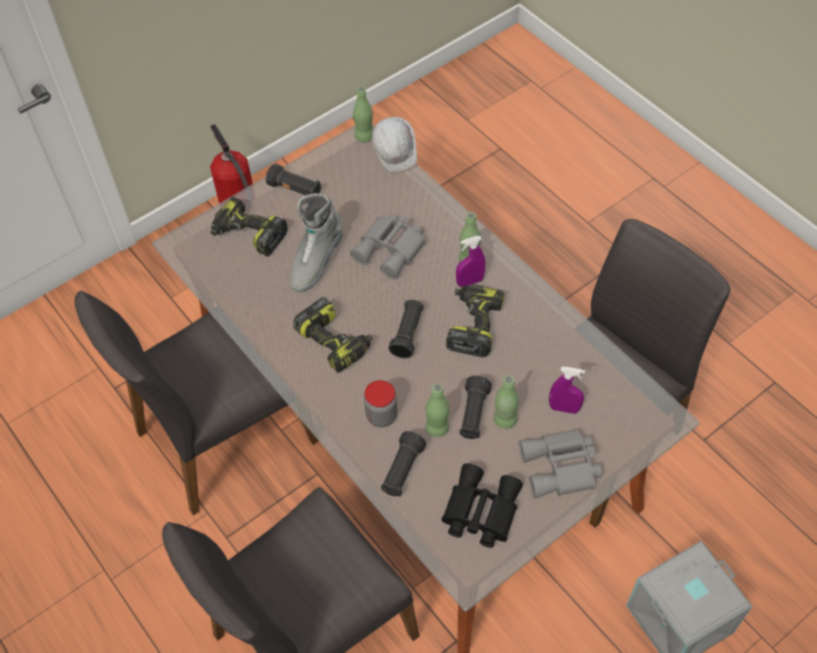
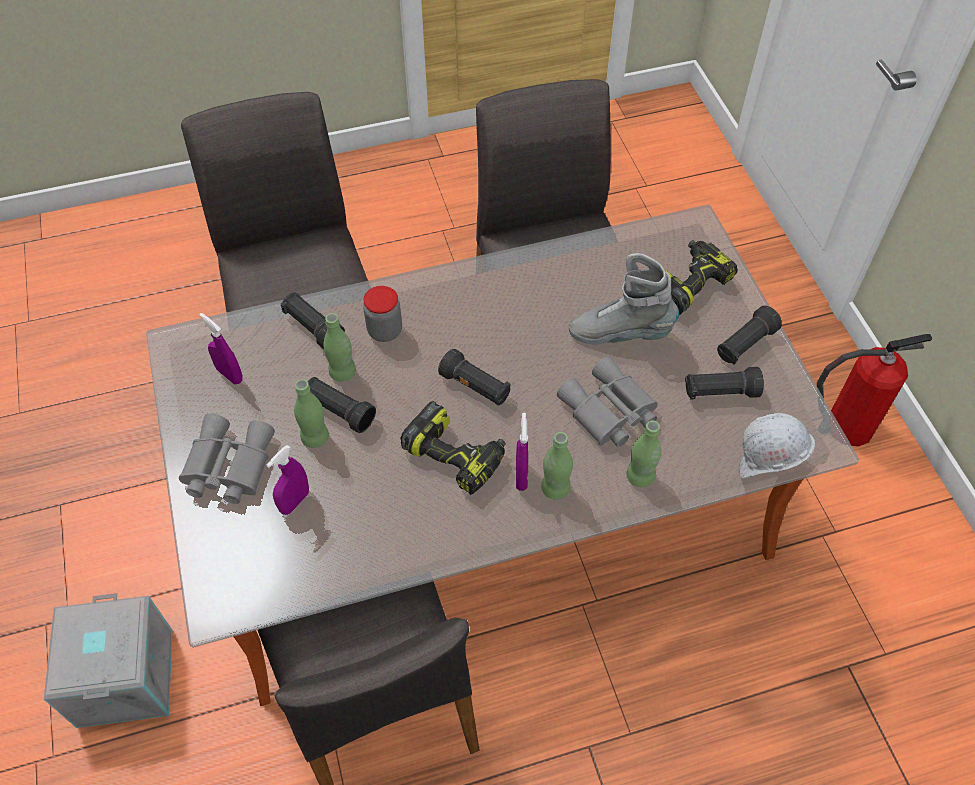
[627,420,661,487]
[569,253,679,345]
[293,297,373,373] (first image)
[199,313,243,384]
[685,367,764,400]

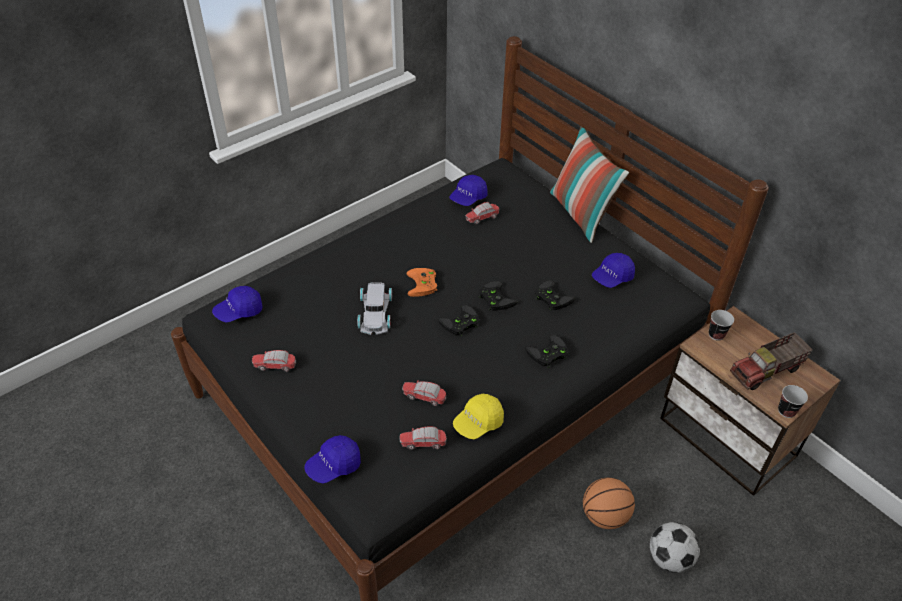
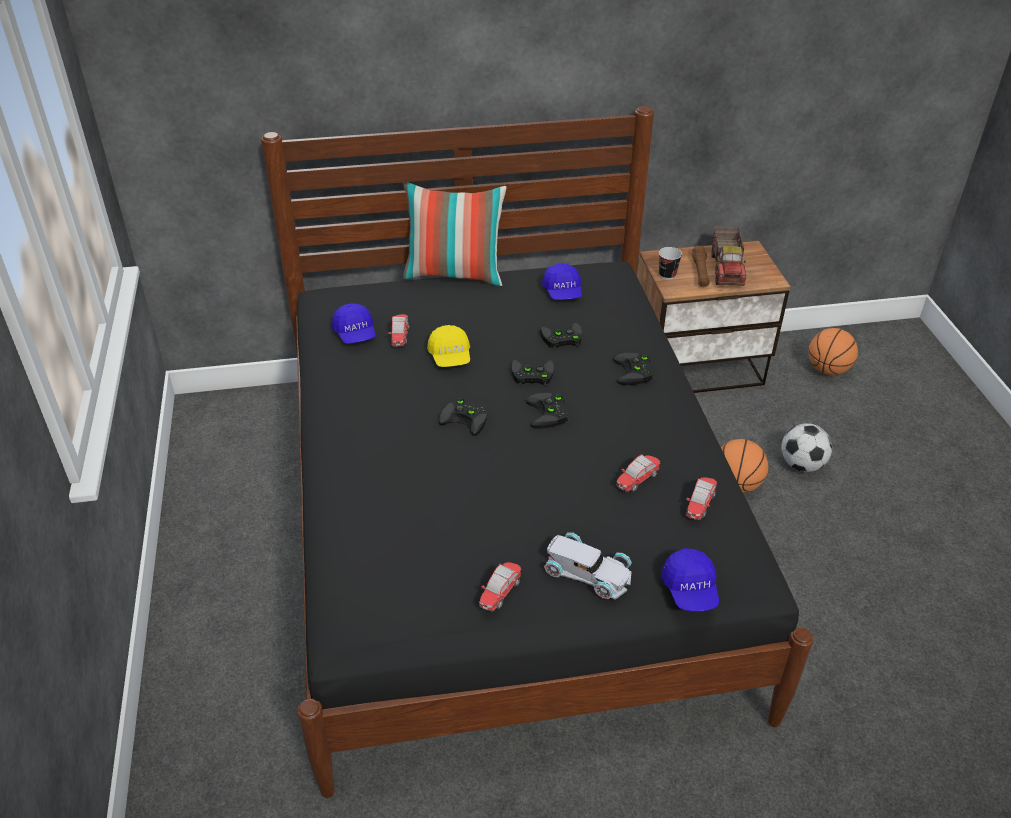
[438,398,488,436]
[544,532,632,600]
[212,286,263,322] (first image)
[778,385,808,418] (first image)
[427,325,470,367]
[692,245,710,287]
[808,328,858,375]

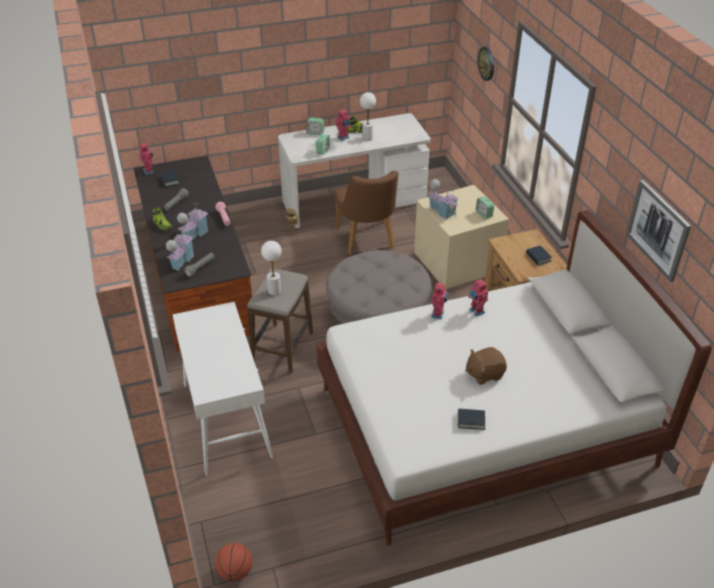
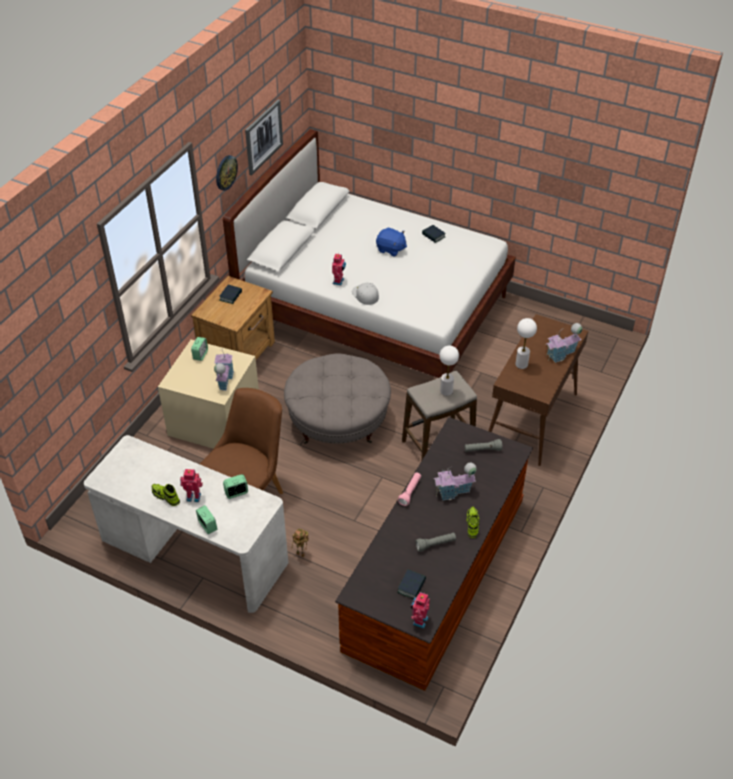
[216,155,238,191]
[515,318,537,369]
[546,323,582,363]
[352,283,379,305]
[489,314,588,466]
[376,228,407,257]
[215,543,252,582] (first image)

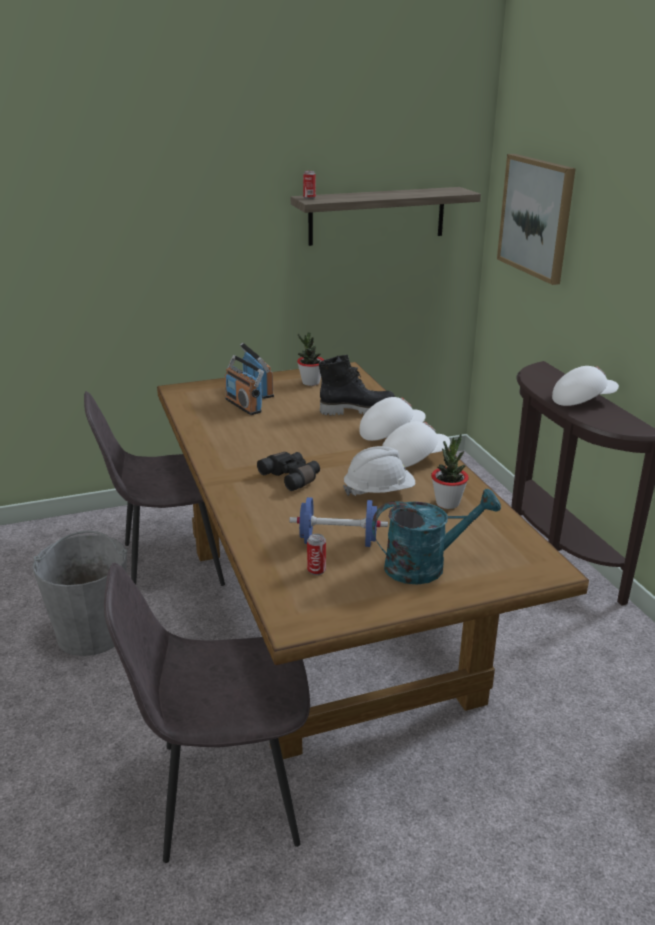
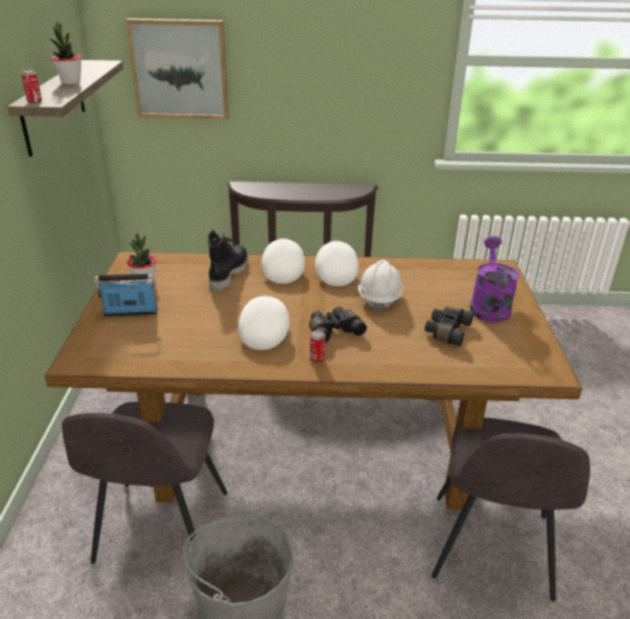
[225,355,264,415] (first image)
[238,295,290,350]
[49,21,82,85]
[470,236,519,322]
[425,307,474,346]
[310,330,326,363]

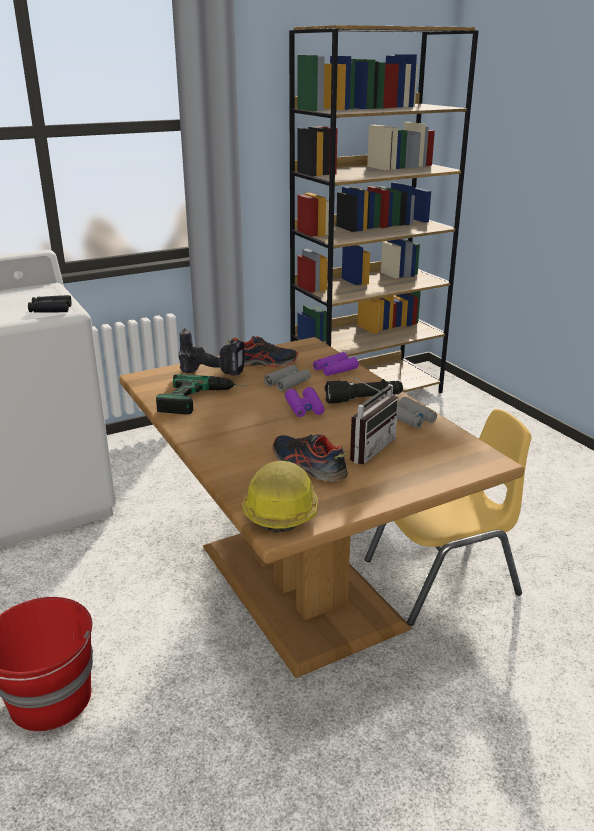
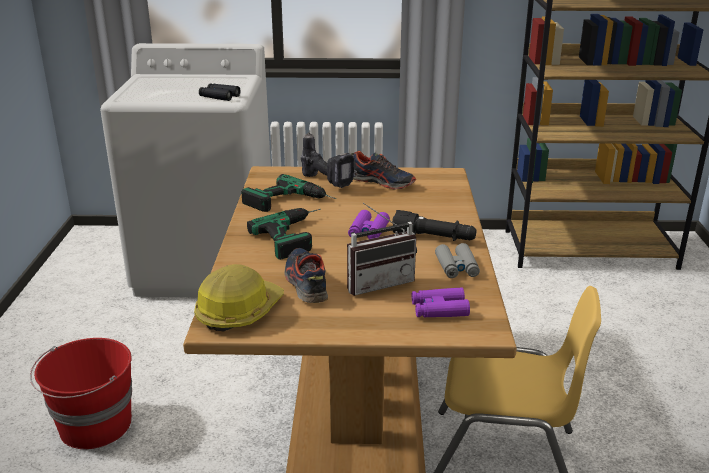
[411,287,470,318]
[264,365,311,391] (first image)
[247,208,321,260]

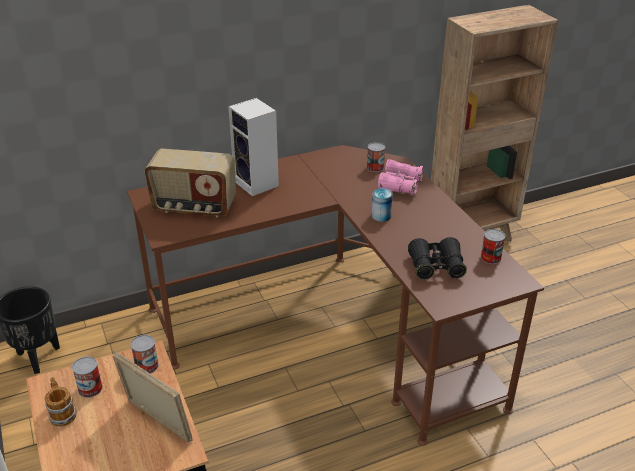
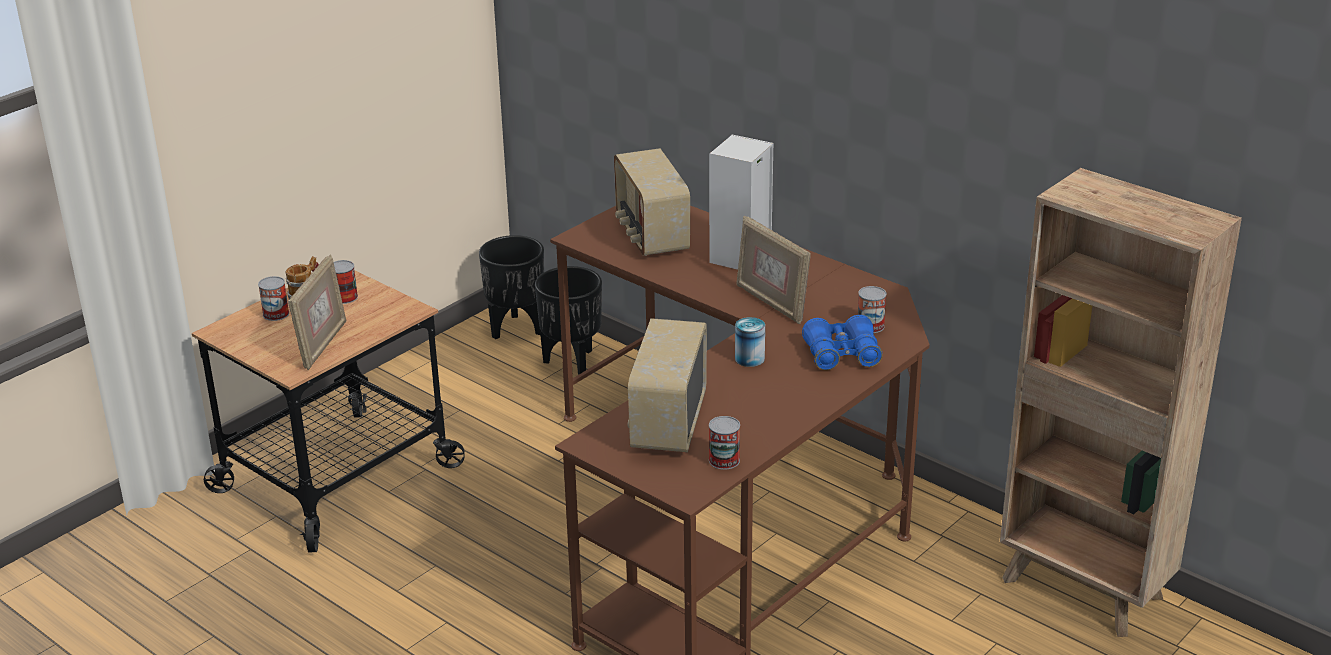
[802,315,883,370]
[628,318,707,452]
[258,276,289,321]
[736,216,811,324]
[535,266,602,375]

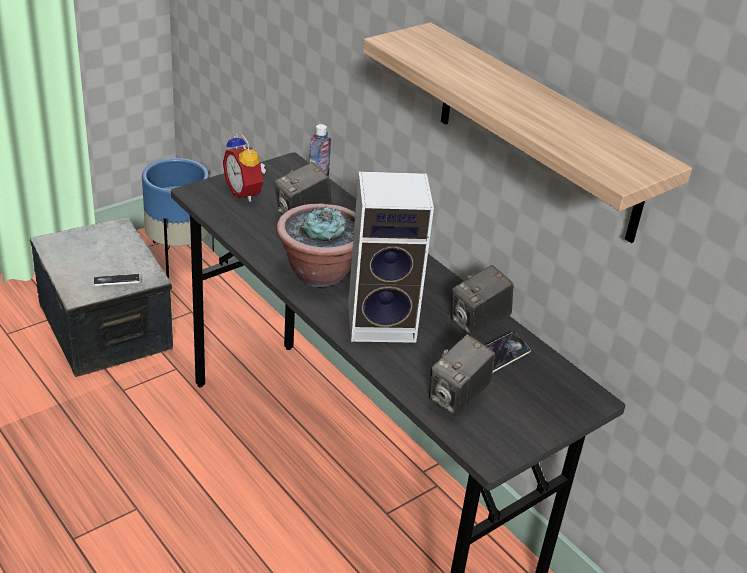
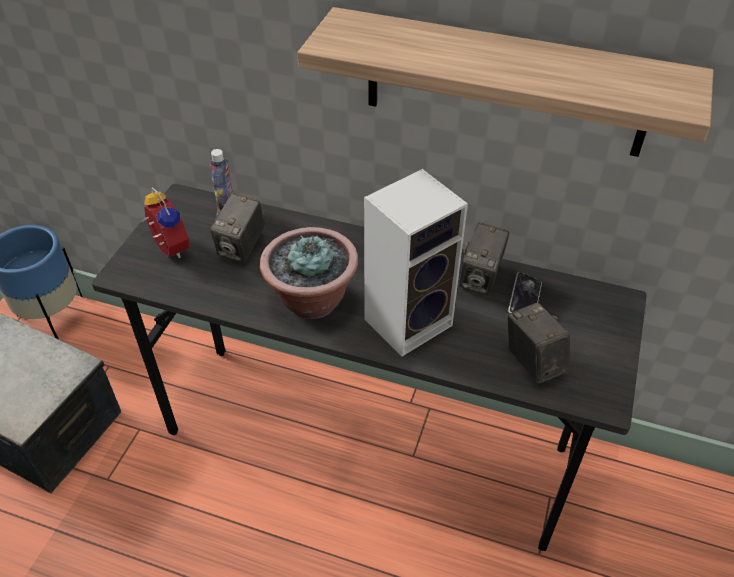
[141,187,189,258]
[93,274,140,286] (first image)
[507,303,570,384]

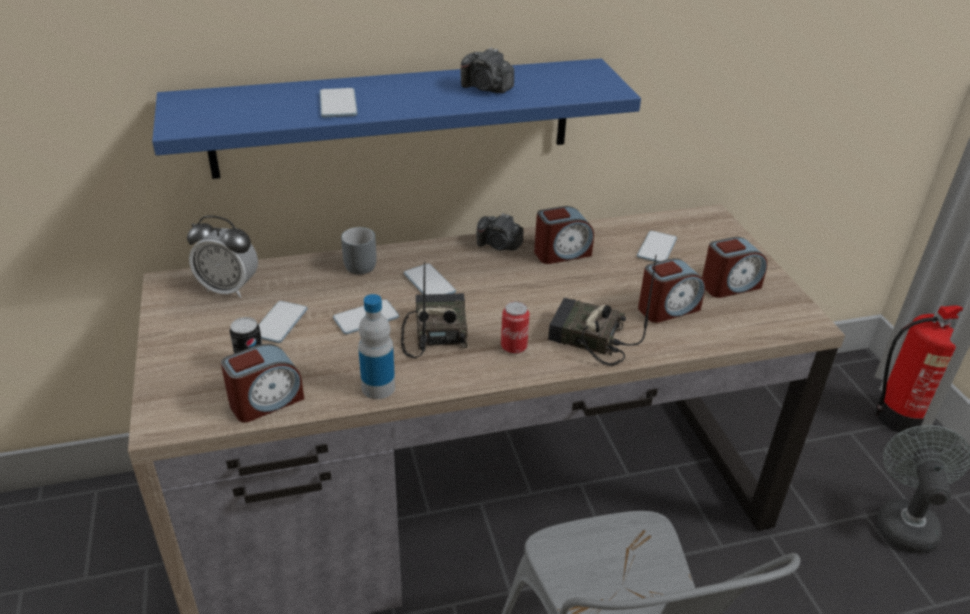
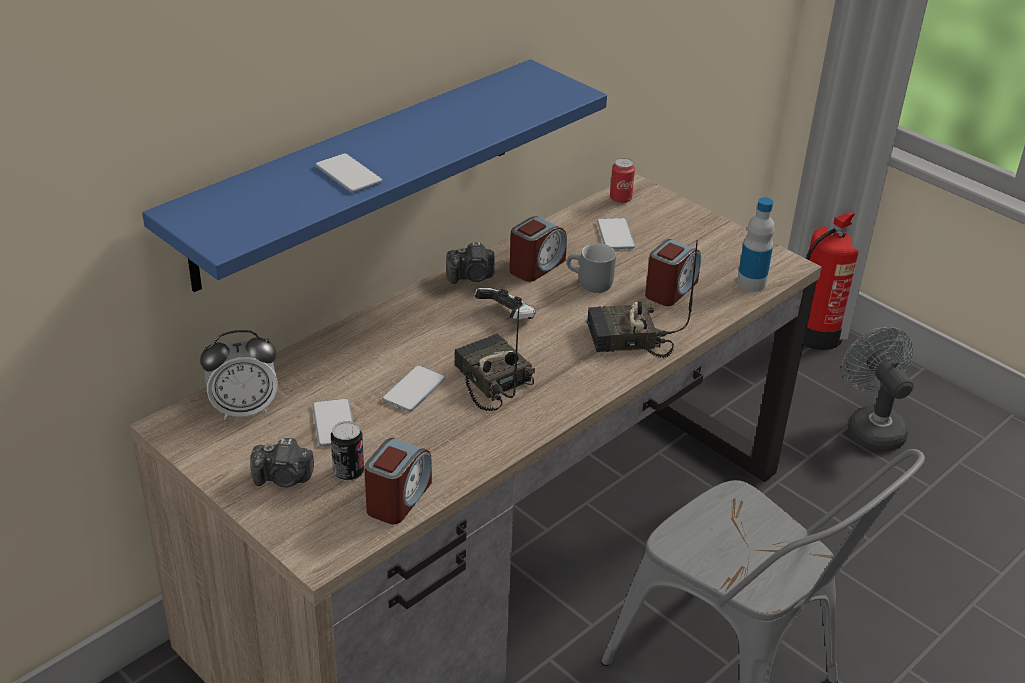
[250,438,314,487]
[567,243,616,293]
[702,237,767,298] (first image)
[404,264,456,295] (first image)
[737,197,775,292]
[610,158,635,204]
[474,288,536,320]

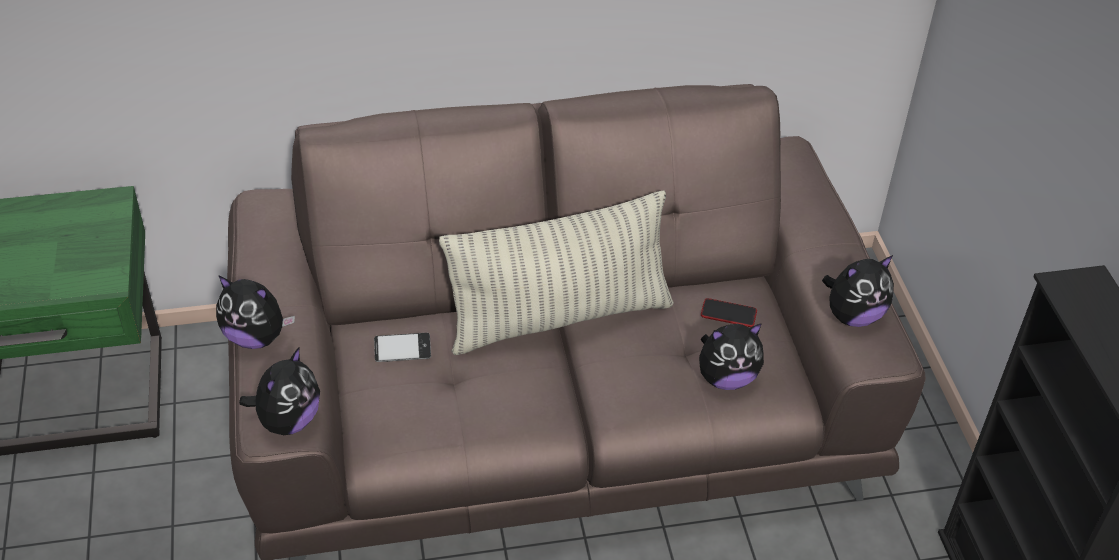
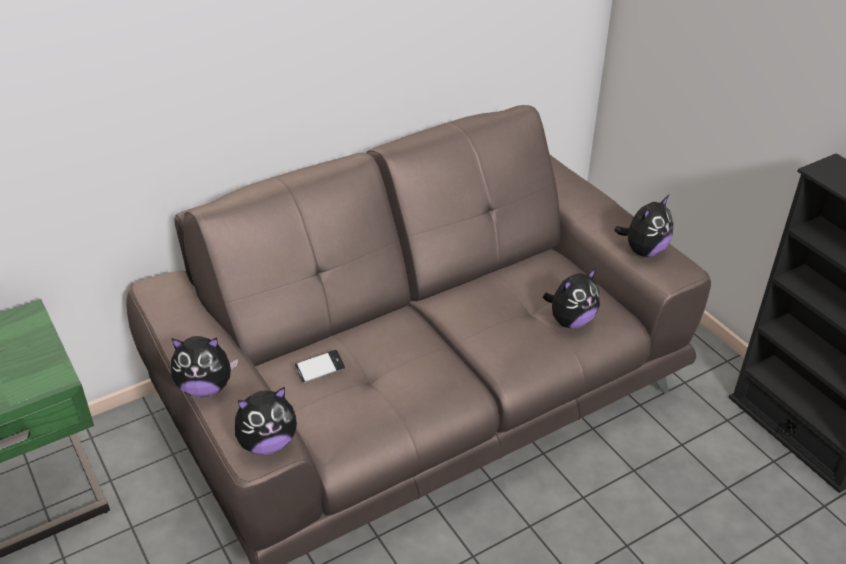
[439,190,674,355] (first image)
[701,298,757,327] (first image)
[235,387,297,455]

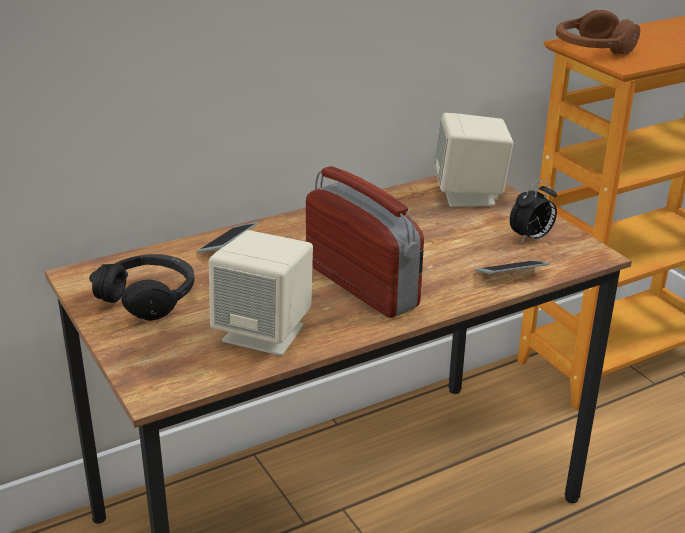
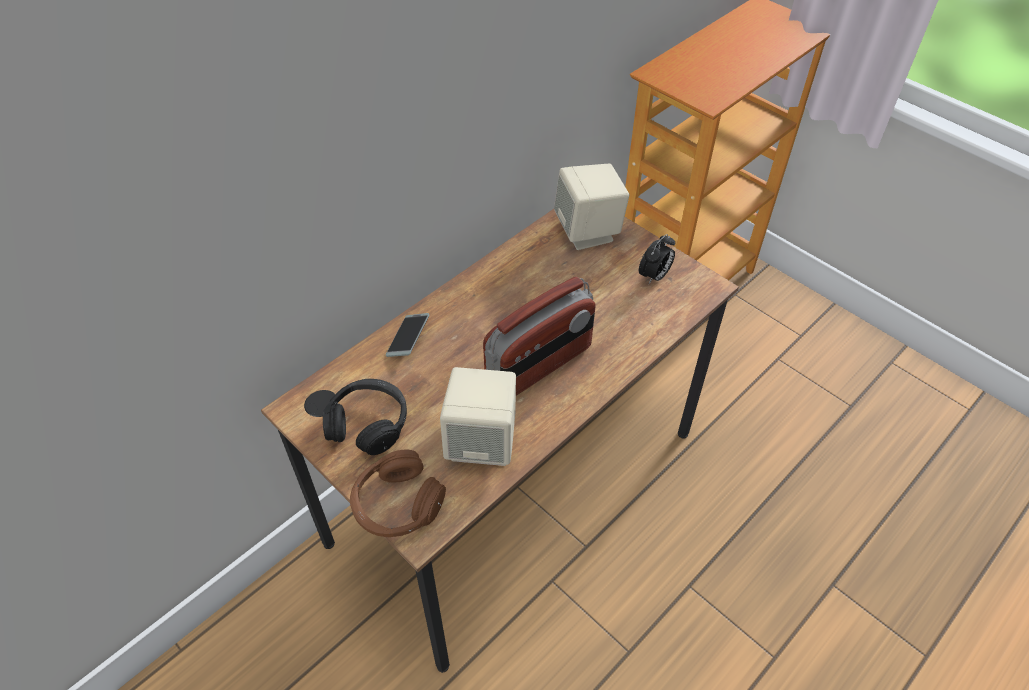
[350,449,446,537]
[483,277,596,396]
[475,260,550,274] (first image)

